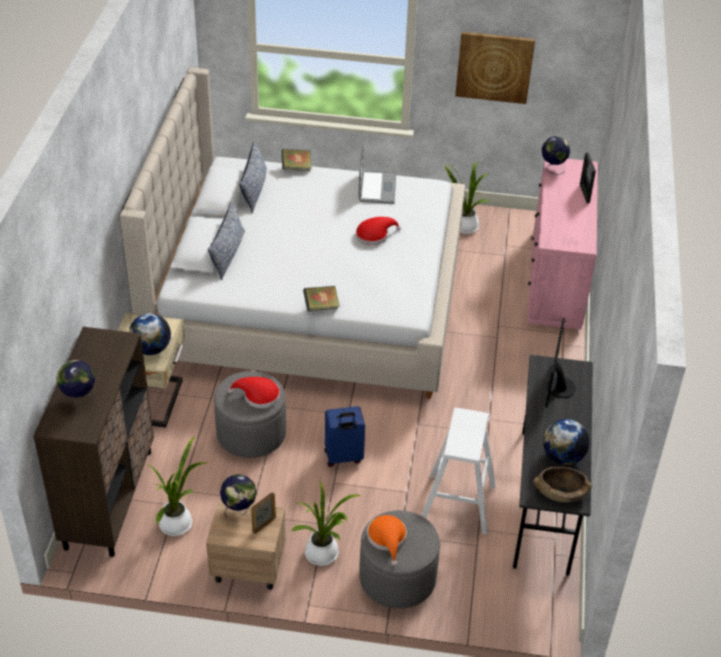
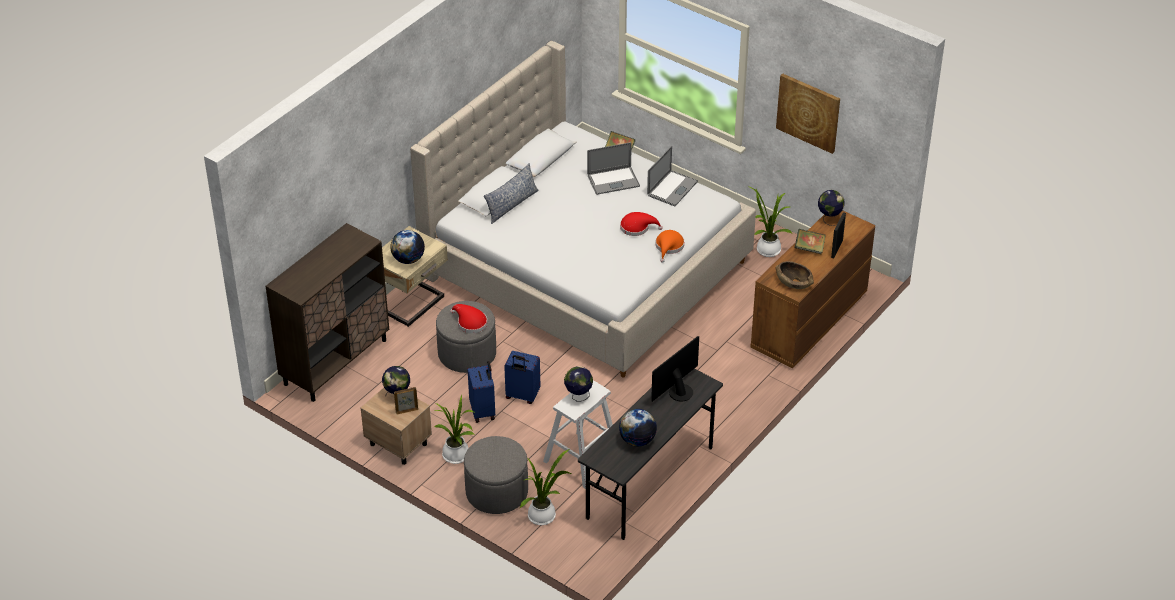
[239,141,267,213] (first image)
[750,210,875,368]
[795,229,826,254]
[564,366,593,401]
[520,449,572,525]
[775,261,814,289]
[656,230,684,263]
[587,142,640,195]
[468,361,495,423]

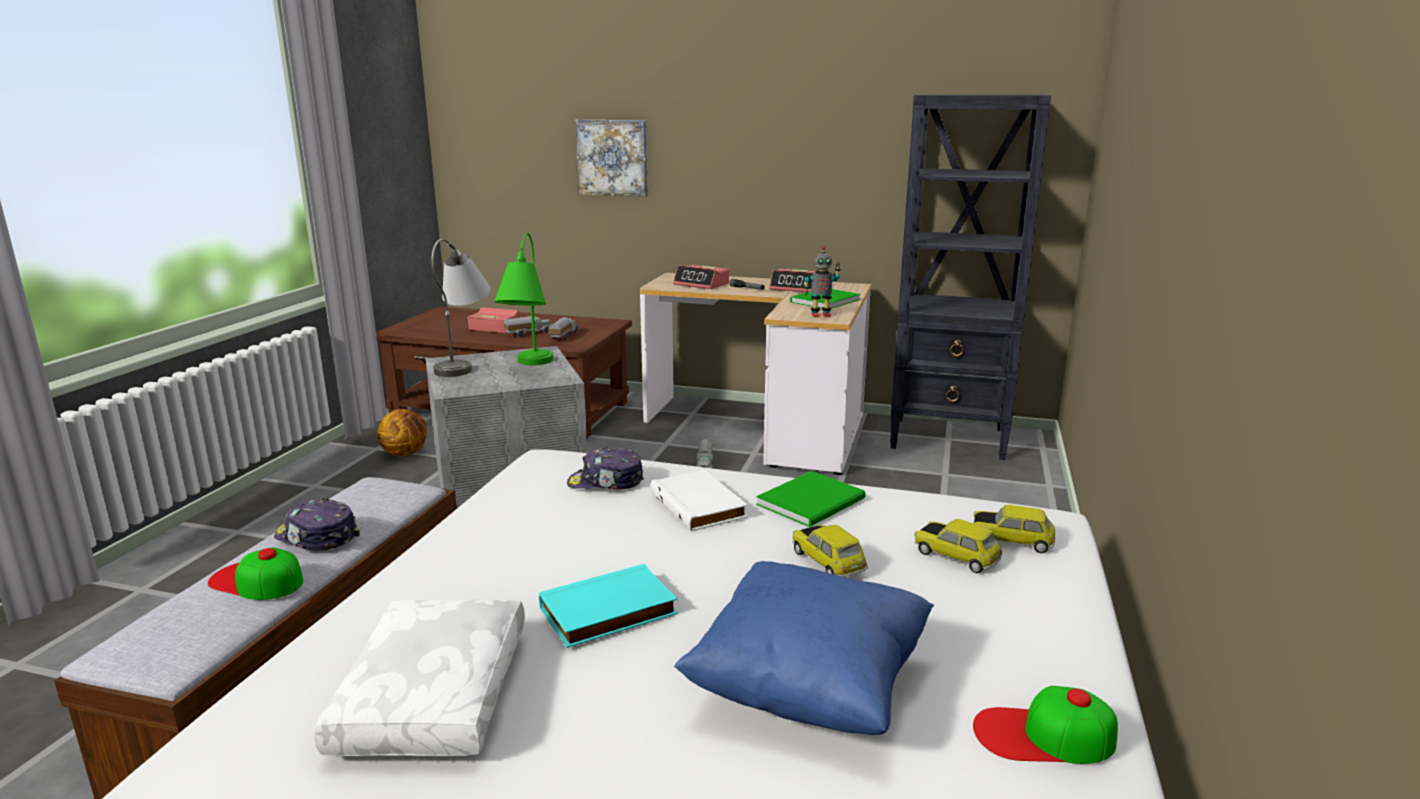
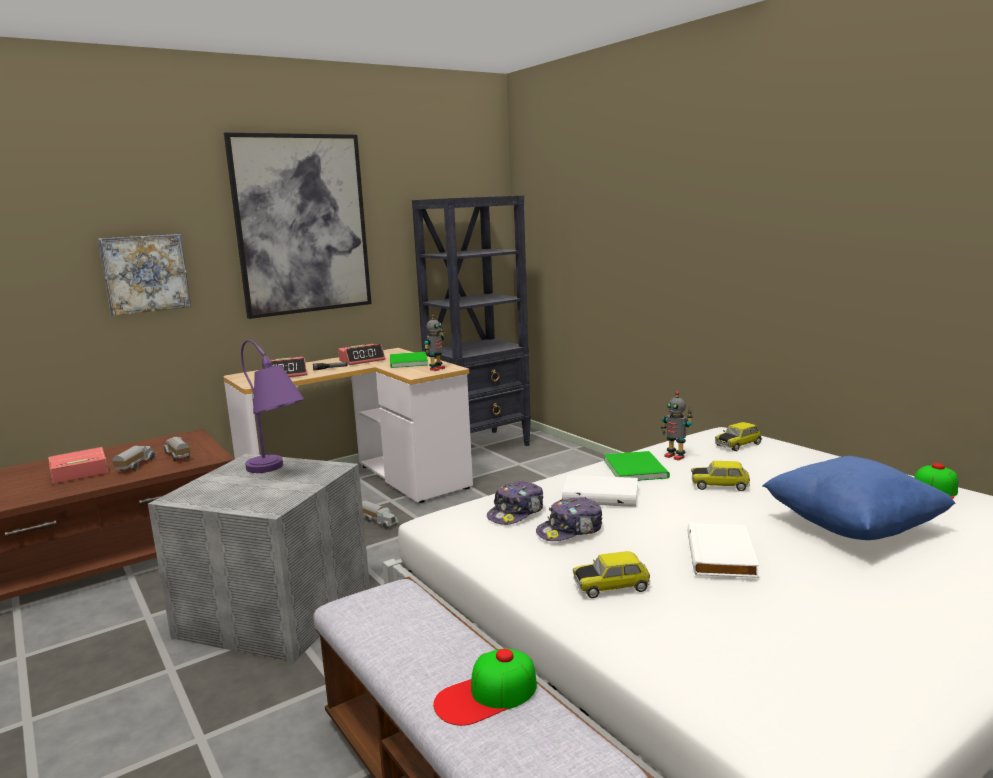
[241,340,304,473]
[431,238,491,377] (first image)
[377,409,427,457] (first image)
[536,497,602,541]
[573,551,650,598]
[688,522,759,578]
[314,599,525,756] (first image)
[224,132,372,319]
[661,392,693,461]

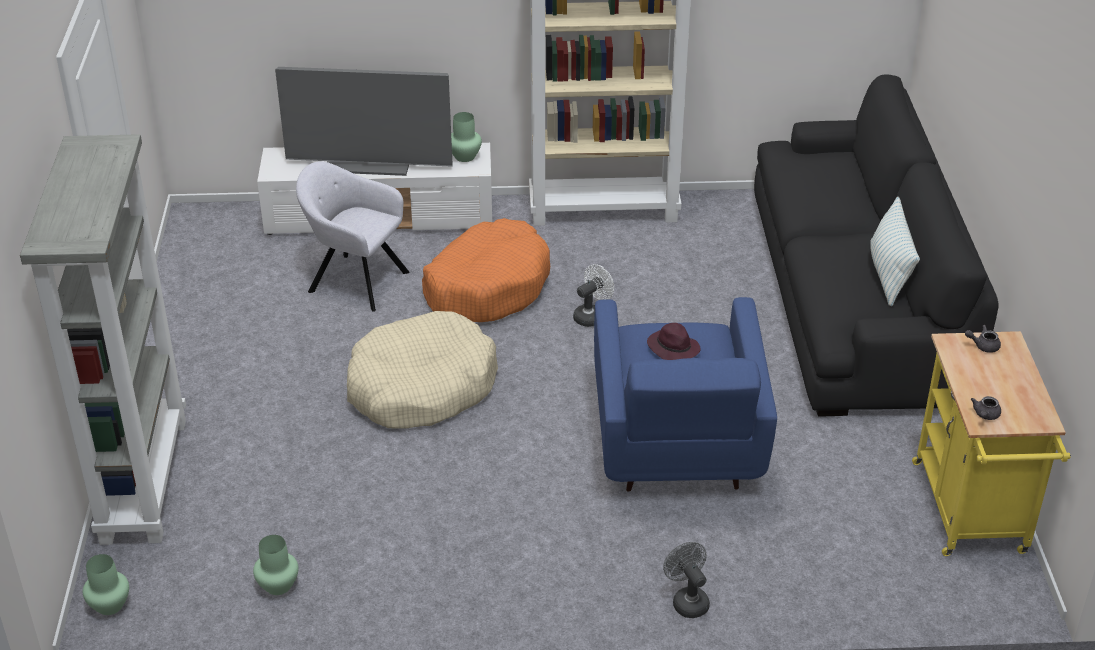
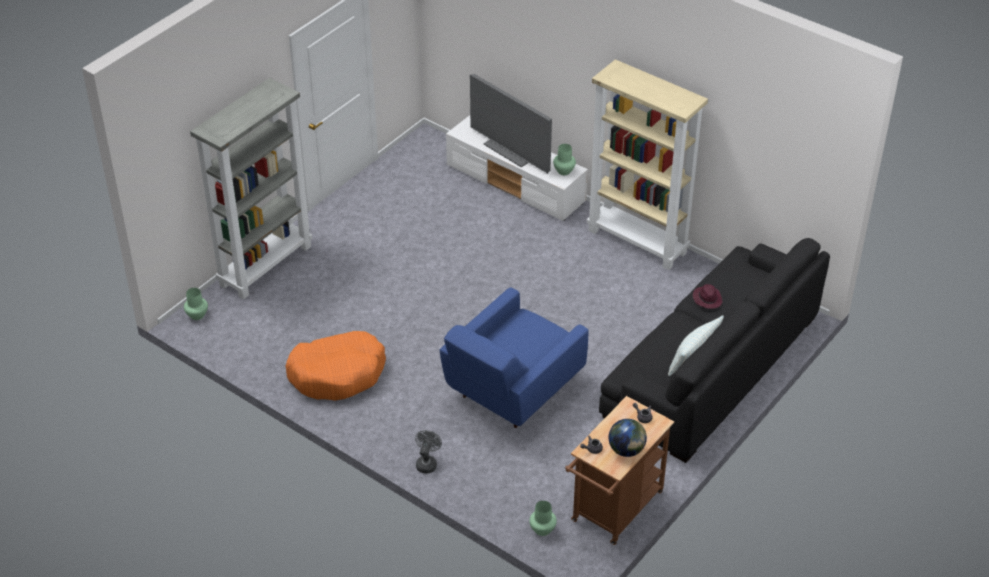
[296,161,409,312] (first image)
[286,331,386,401]
[573,264,614,327] (first image)
[347,311,498,428] (first image)
[693,284,723,309]
[565,396,674,545]
[529,501,557,536]
[609,419,647,457]

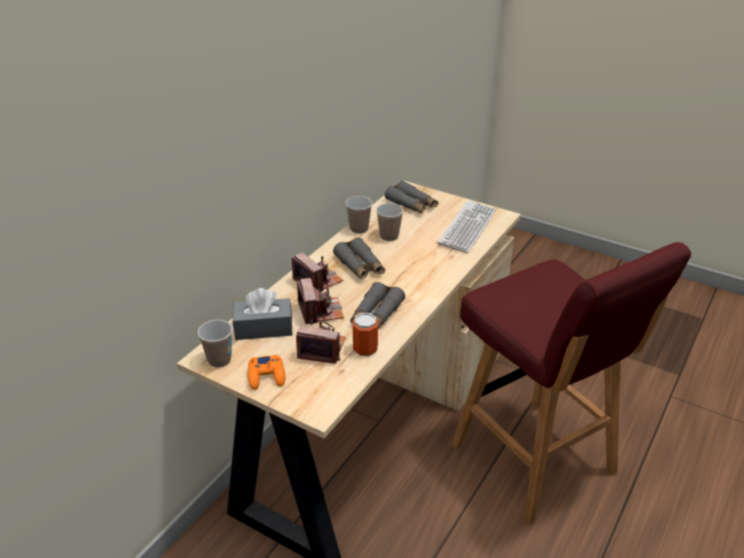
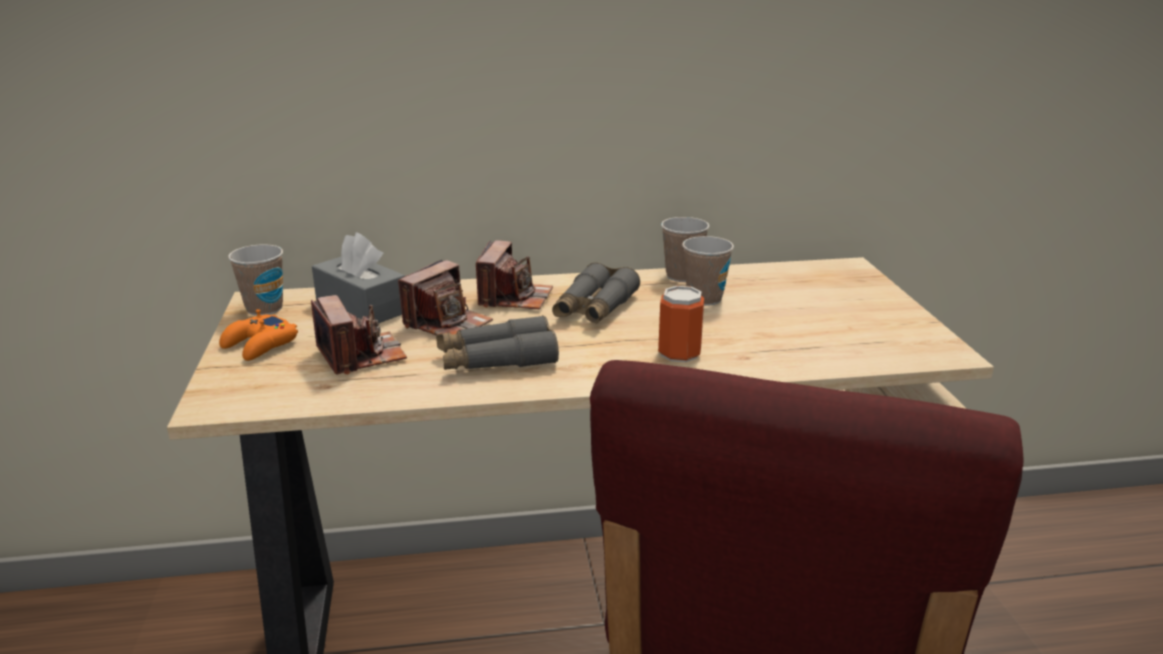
[385,181,438,214] (first image)
[438,200,496,253] (first image)
[658,286,704,362]

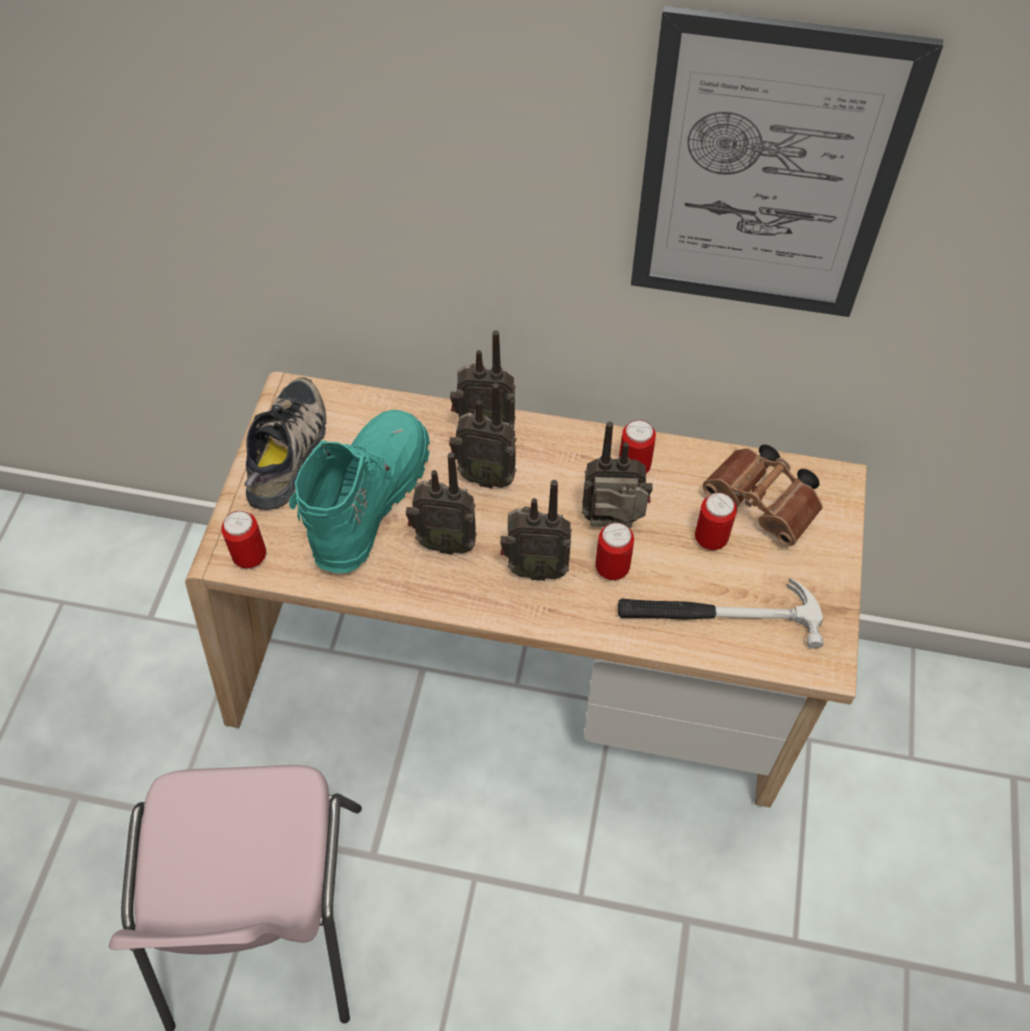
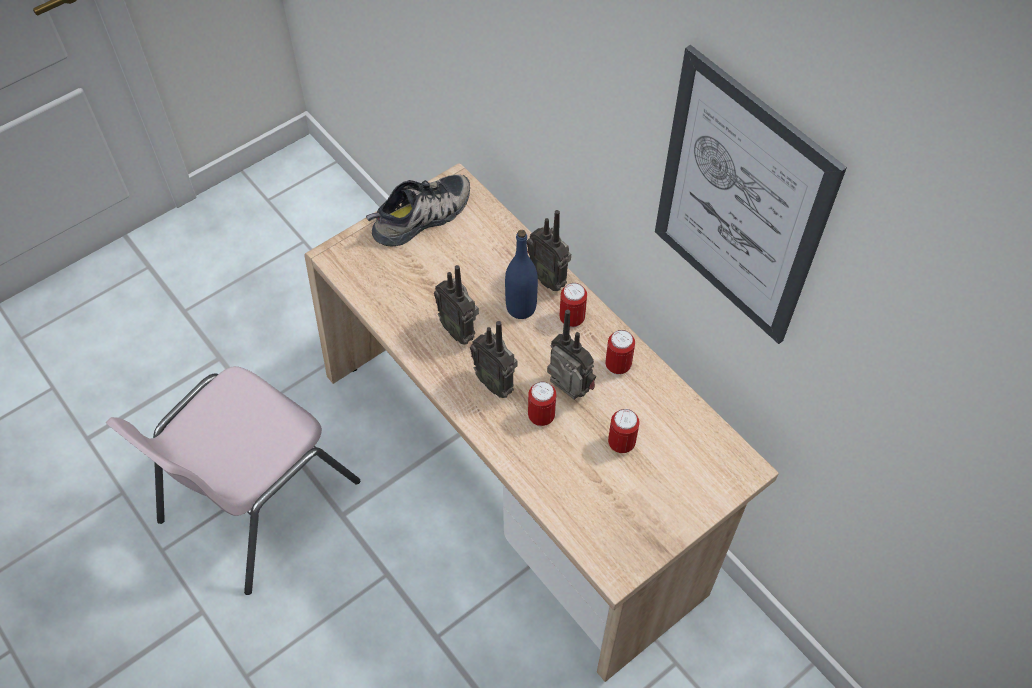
[505,230,538,319]
[289,410,430,573] (first image)
[703,445,823,546] (first image)
[559,283,587,327]
[618,579,823,649] (first image)

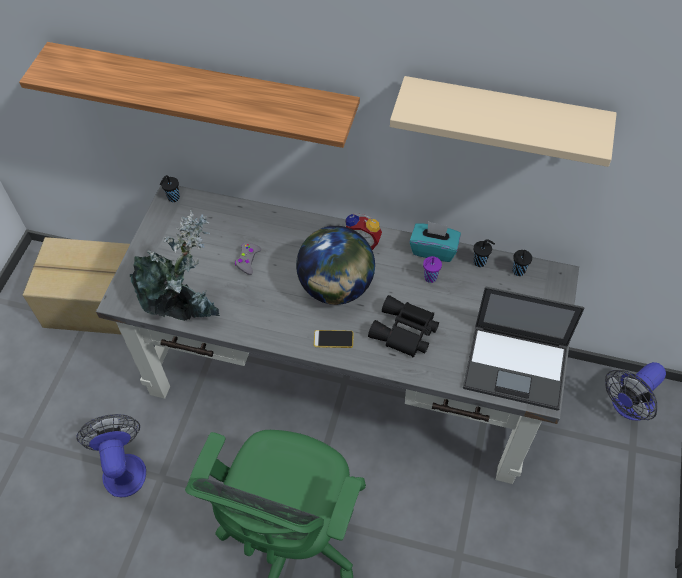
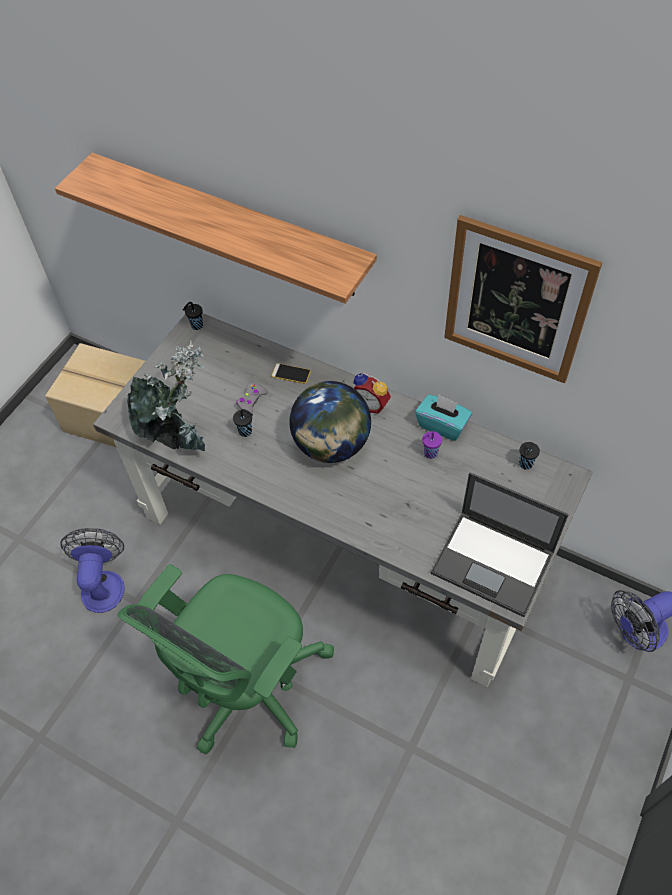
[444,215,602,383]
[233,409,253,437]
[368,295,439,358] (first image)
[271,363,311,384]

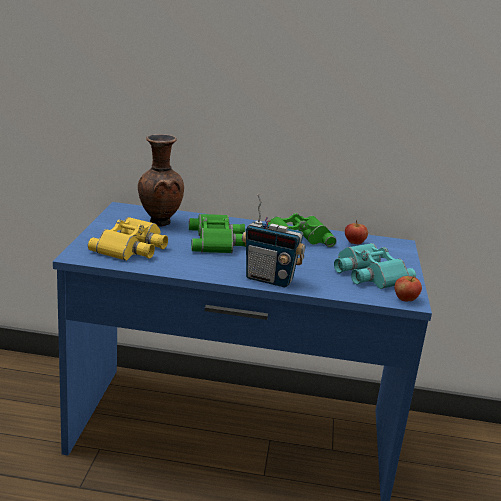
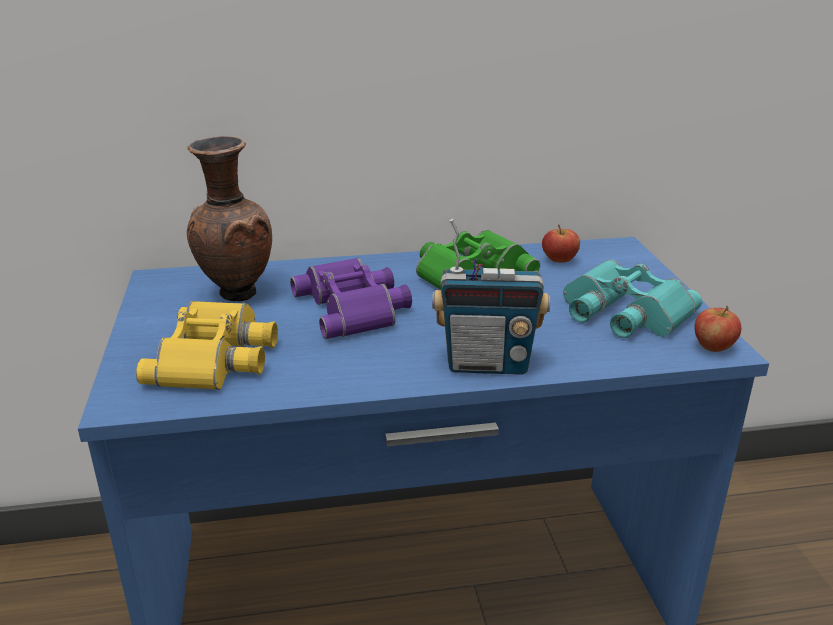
[290,258,412,339]

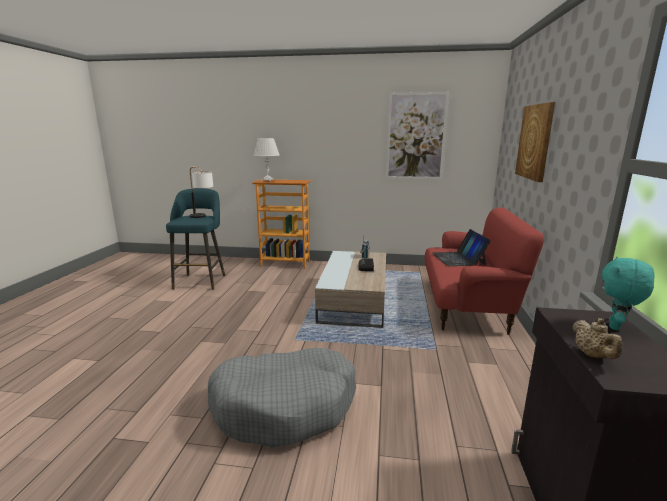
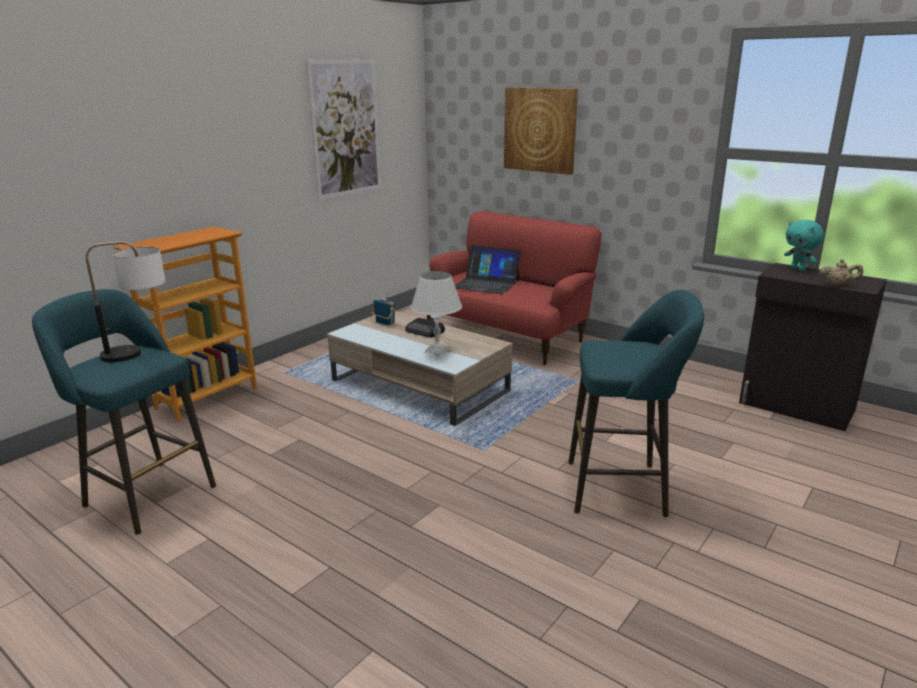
[411,271,462,357]
[568,290,704,517]

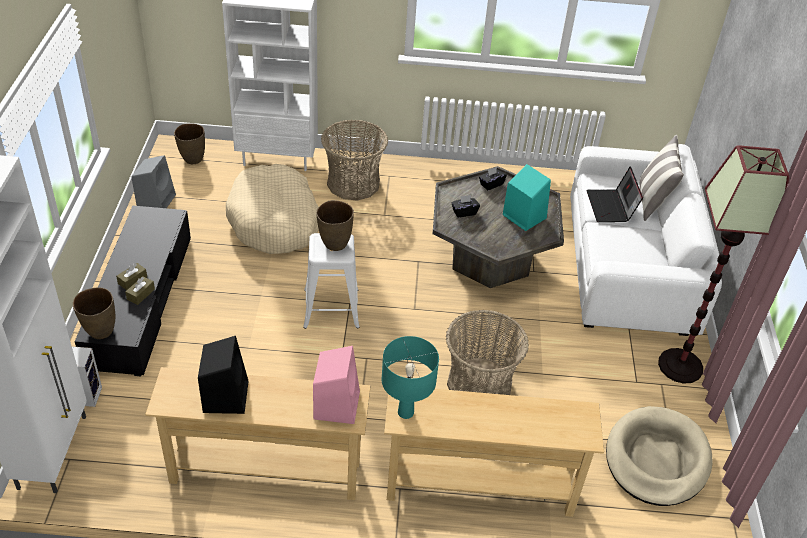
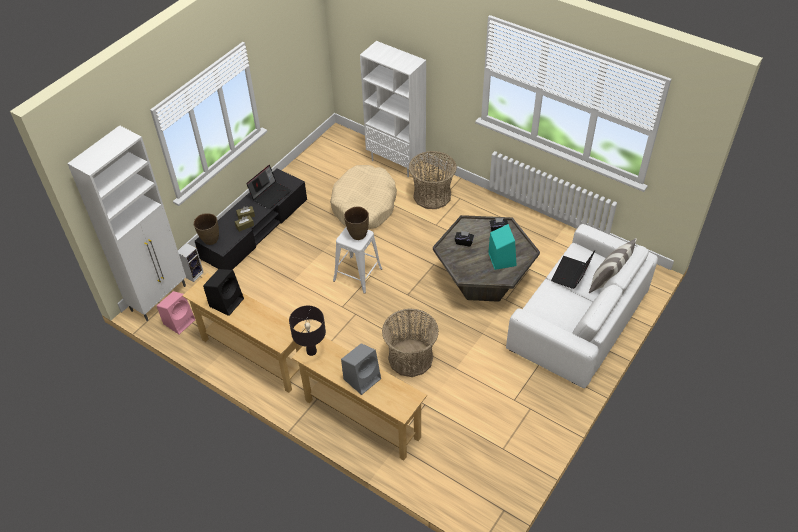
[174,123,205,164] (first image)
[658,145,789,384] (first image)
[341,343,381,395]
[289,306,326,356]
[157,291,196,334]
[606,406,712,506] (first image)
[246,165,291,209]

